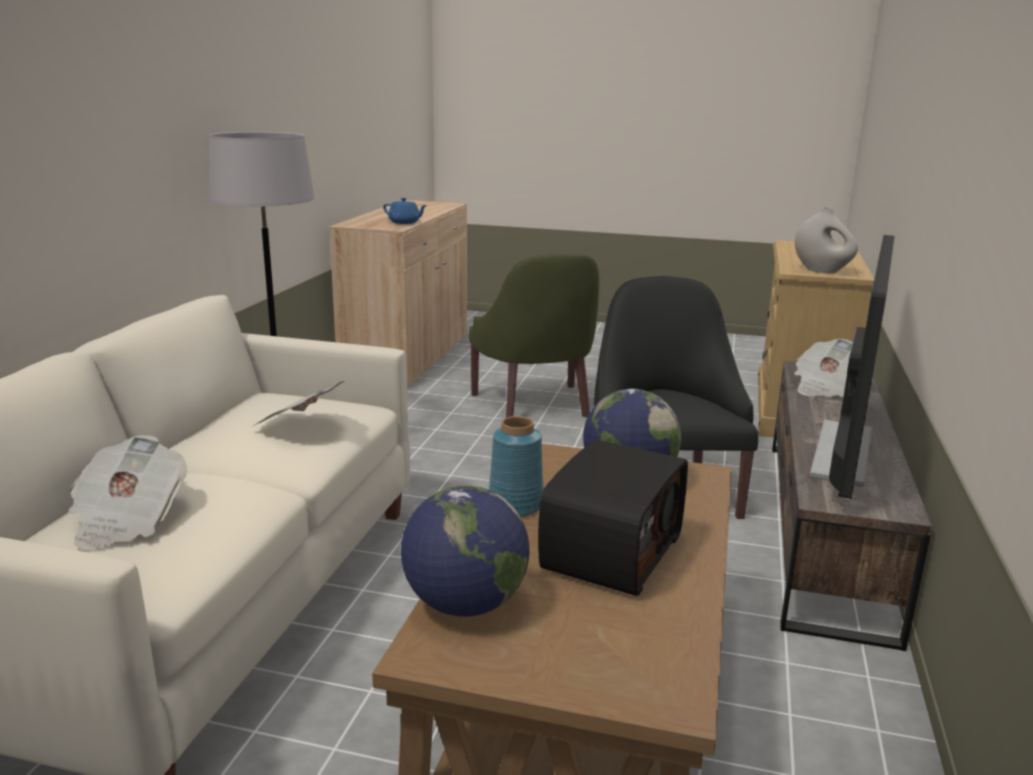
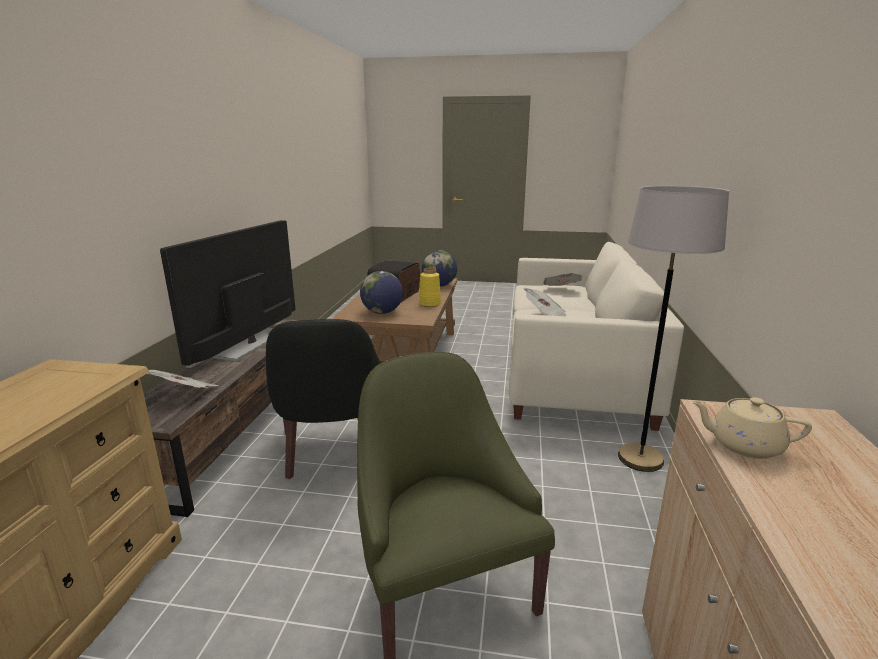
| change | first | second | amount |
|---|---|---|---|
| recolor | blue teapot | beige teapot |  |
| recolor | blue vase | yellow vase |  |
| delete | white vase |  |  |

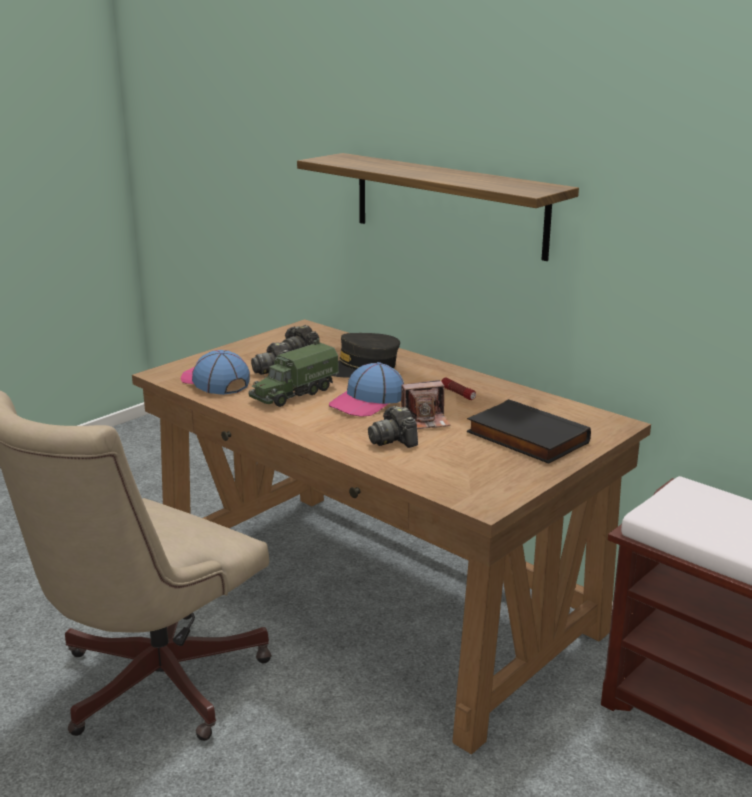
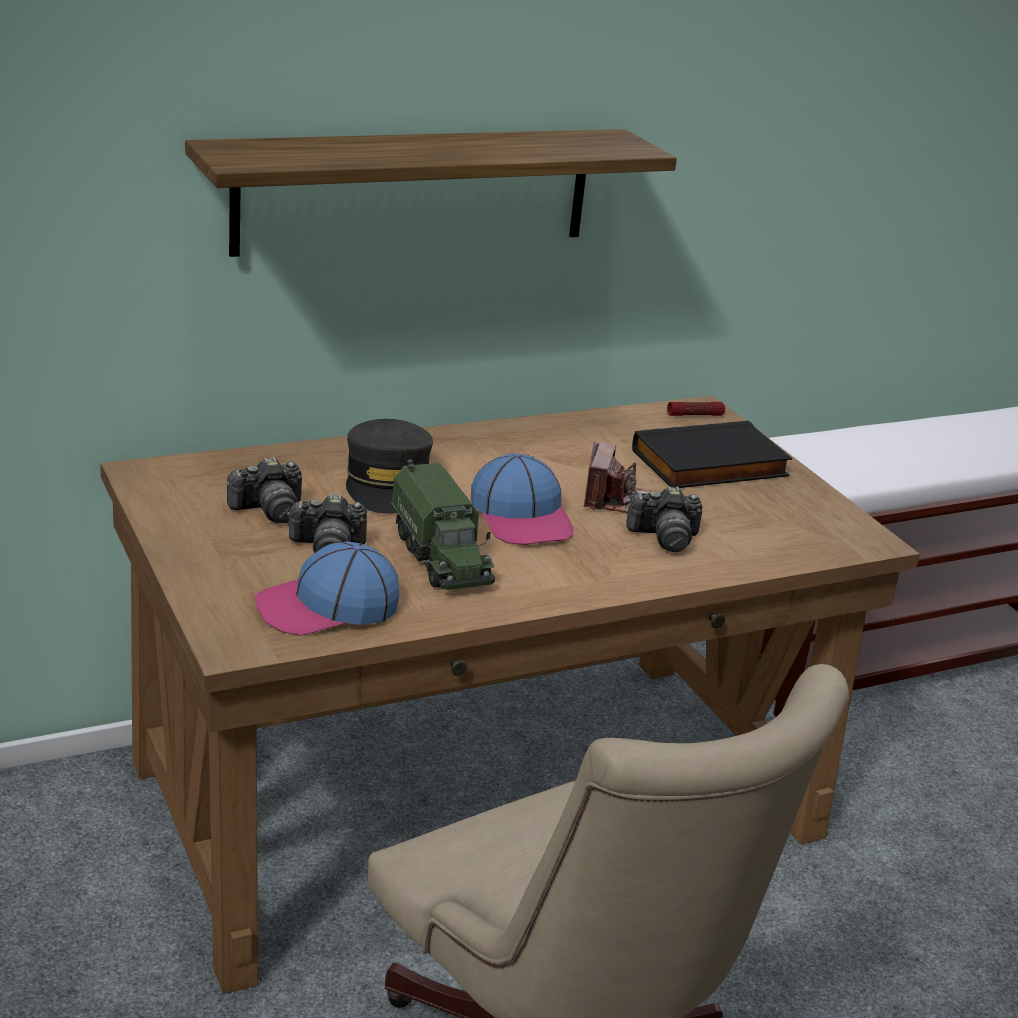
| change | first | second | amount |
|---|---|---|---|
| move | flashlight |  |  |

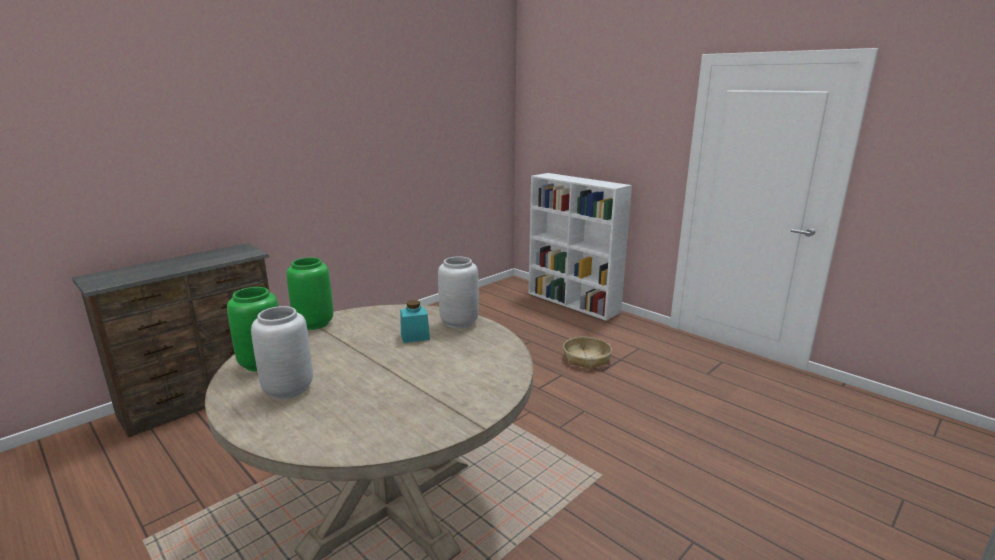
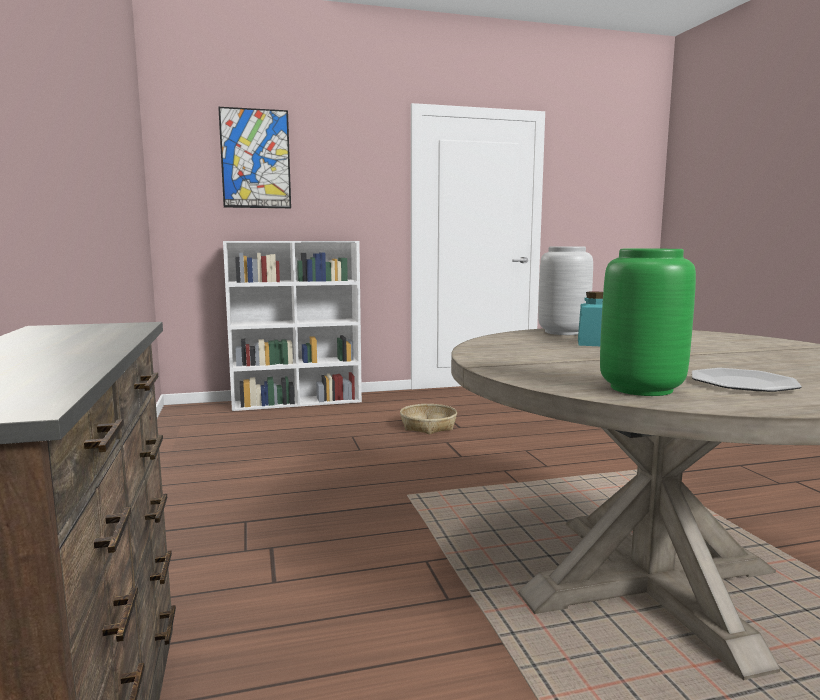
| change | first | second | amount |
|---|---|---|---|
| replace | grey vase (1st from left) | plate |  |
| delete | green vase (2nd from left) |  |  |
| insert |  | picture |  |

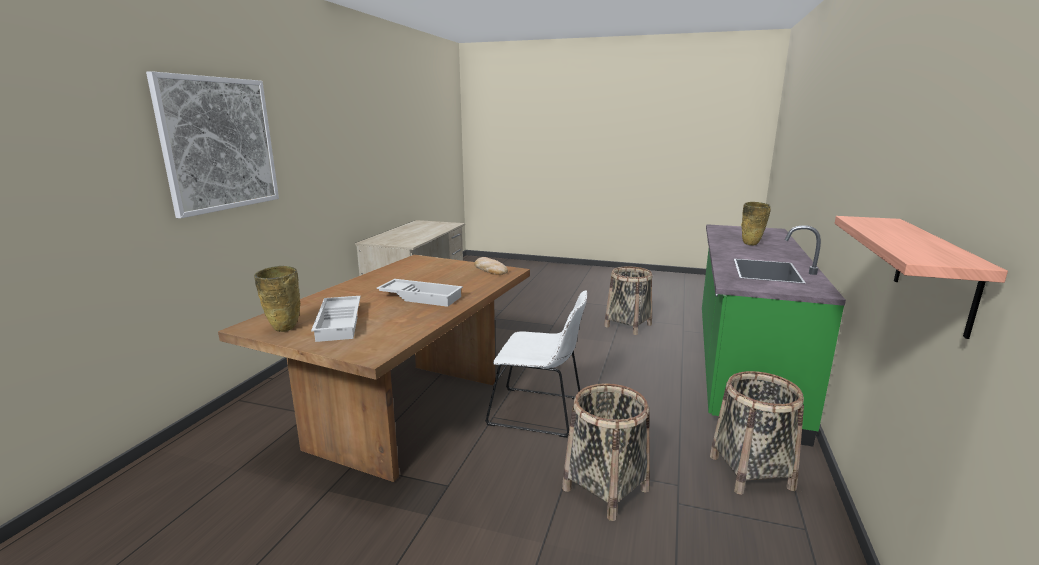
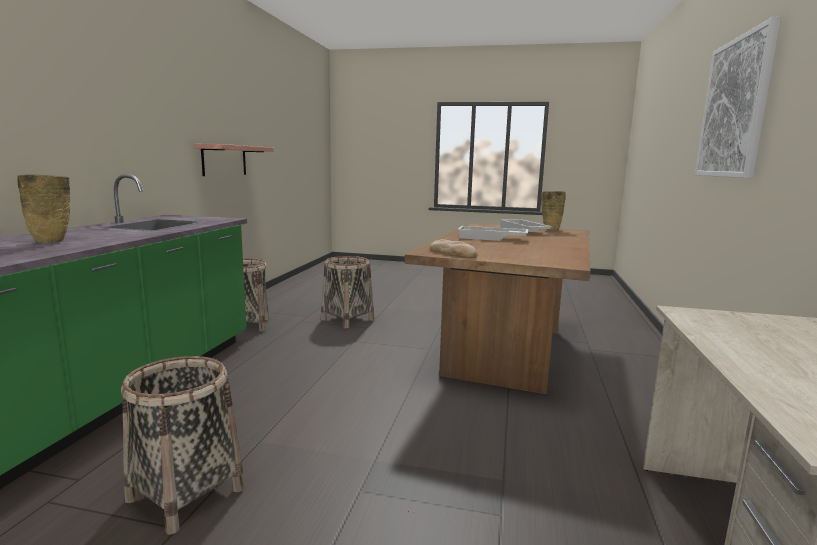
| change | first | second | amount |
|---|---|---|---|
| delete | white chair |  |  |

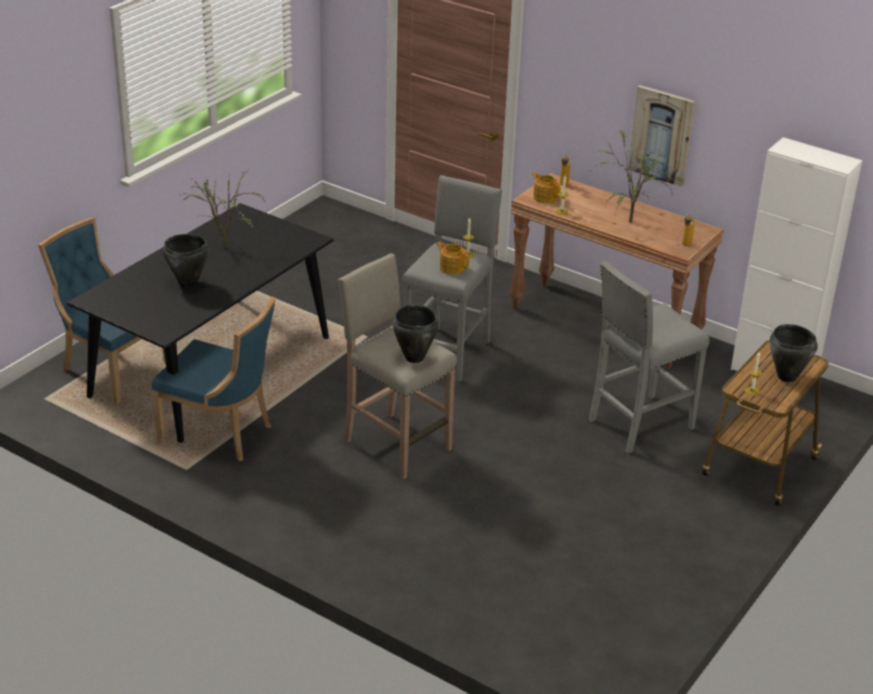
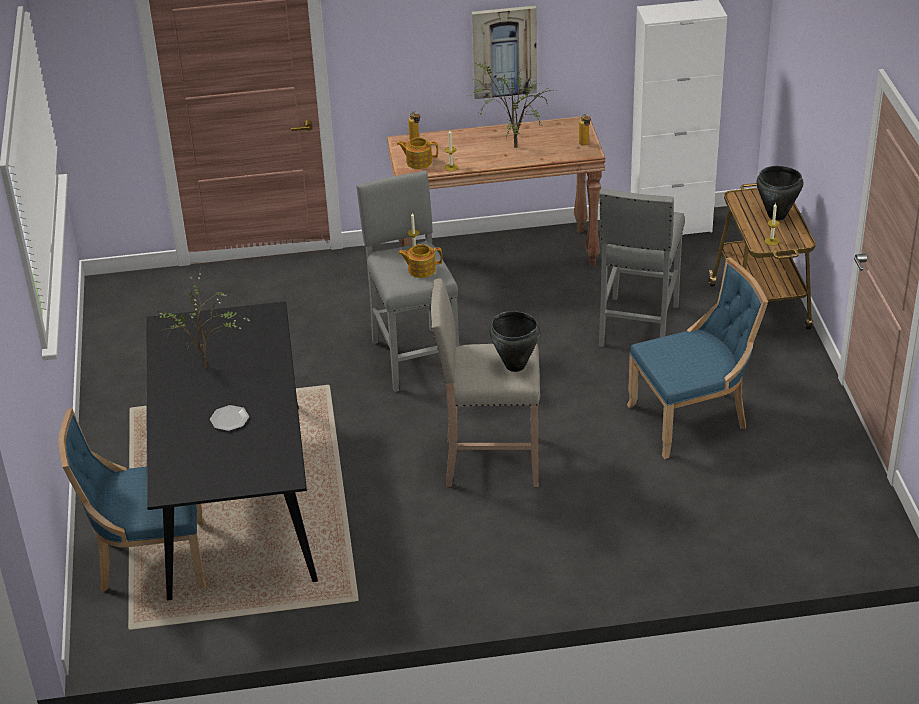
| change | first | second | amount |
|---|---|---|---|
| move | blue chair (2nd from left) |  |  |
| replace | black cooking pot (1st from left) | plate |  |

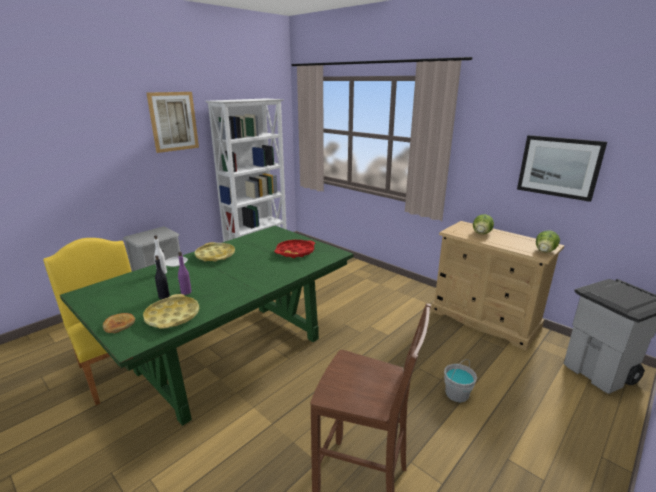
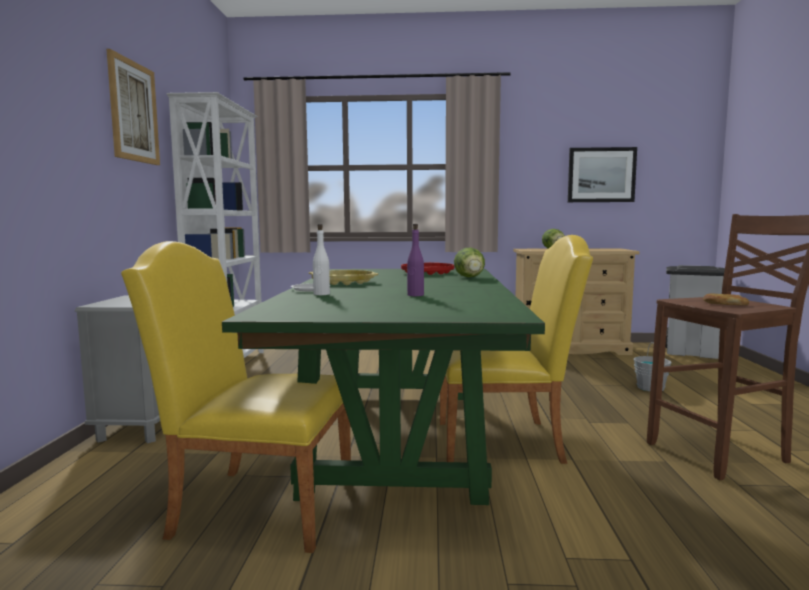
| change | first | second | amount |
|---|---|---|---|
| move | bread |  |  |
| delete | yellow tray (1st from left) |  |  |
| delete | black bottle |  |  |
| move | lettuce (2nd from left in the first image) | lettuce (1st from left) |  |
| insert |  | yellow chair (2nd from left) |  |

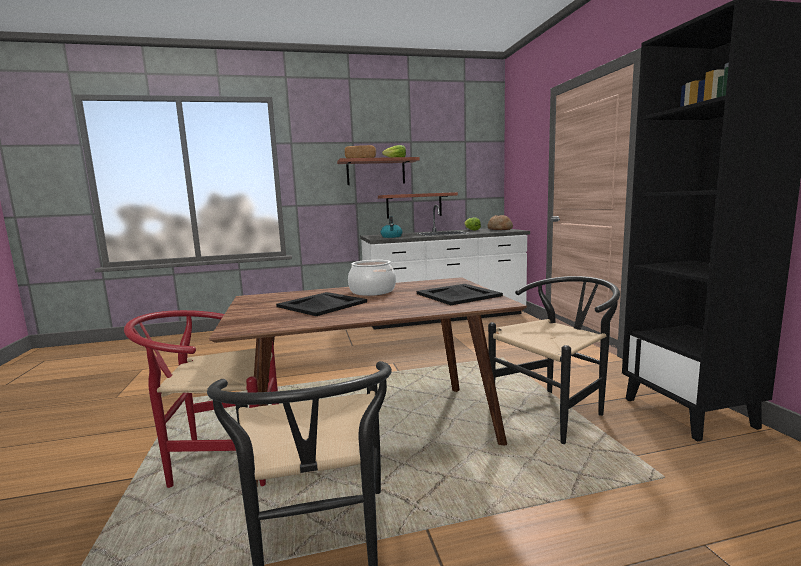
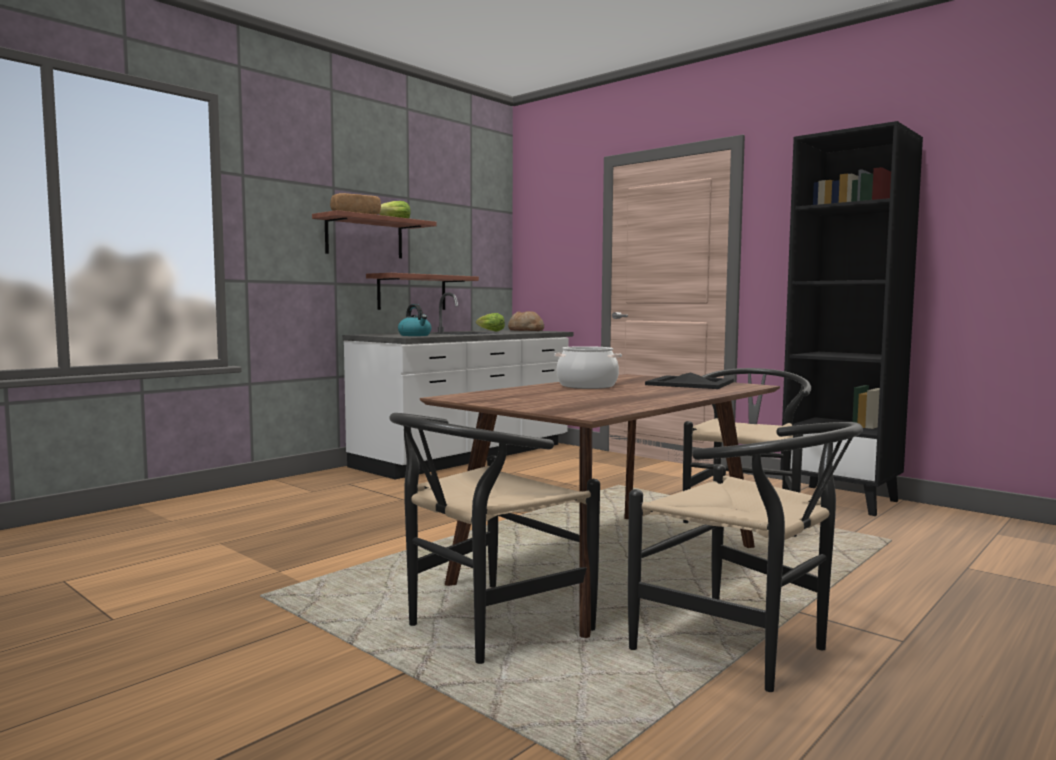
| change | first | second | amount |
|---|---|---|---|
| recolor | red chair | black chair (1st from left) |  |
| delete | black tray (1st from left) |  |  |

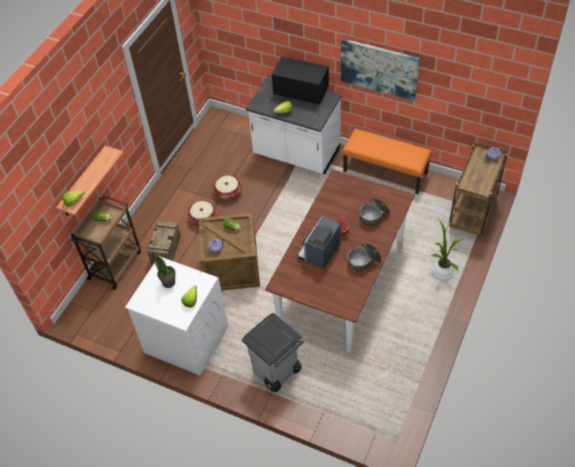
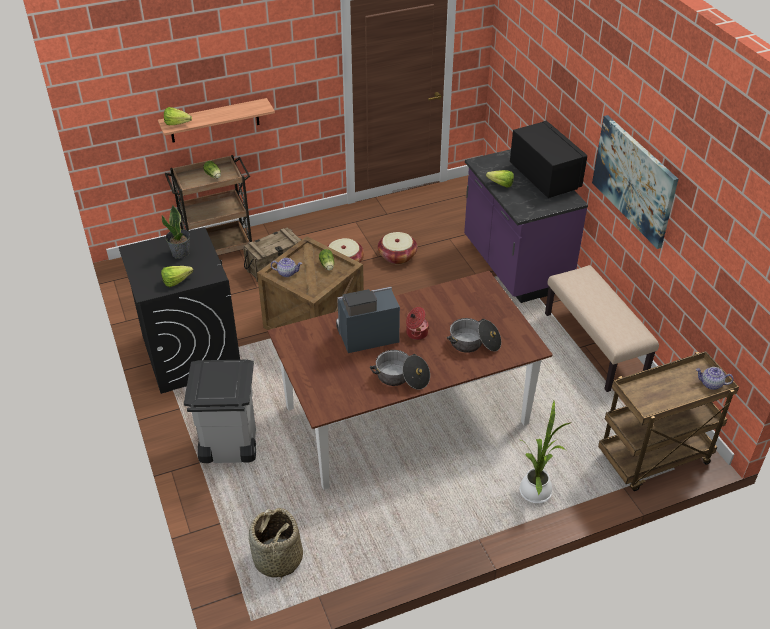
| change | first | second | amount |
|---|---|---|---|
| recolor | white washing machine | black washing machine |  |
| recolor | white counter | purple counter |  |
| recolor | orange bench | beige bench |  |
| insert |  | basket (1st from left) |  |

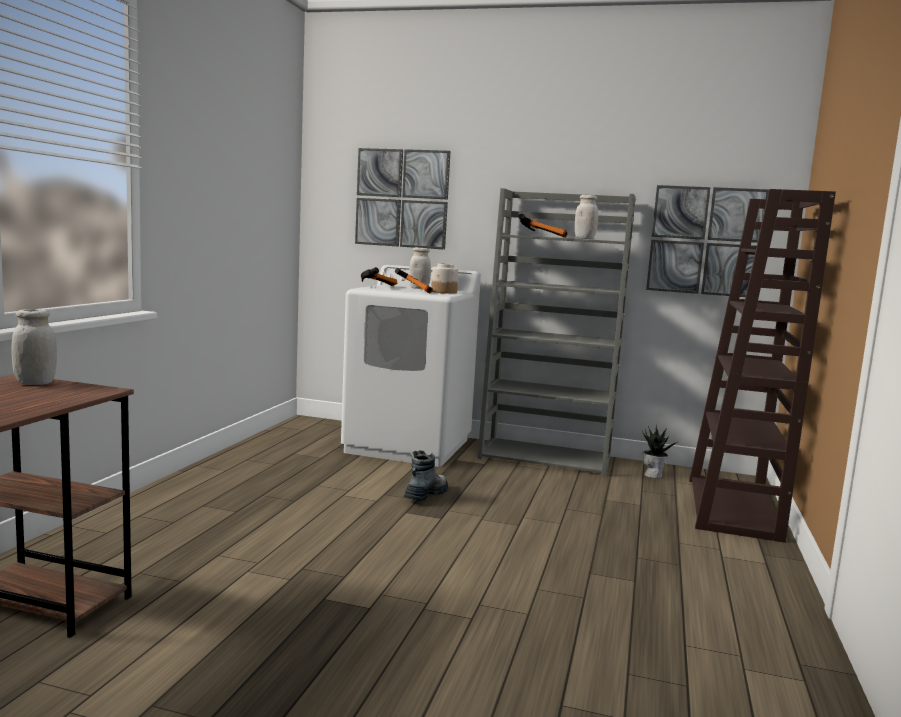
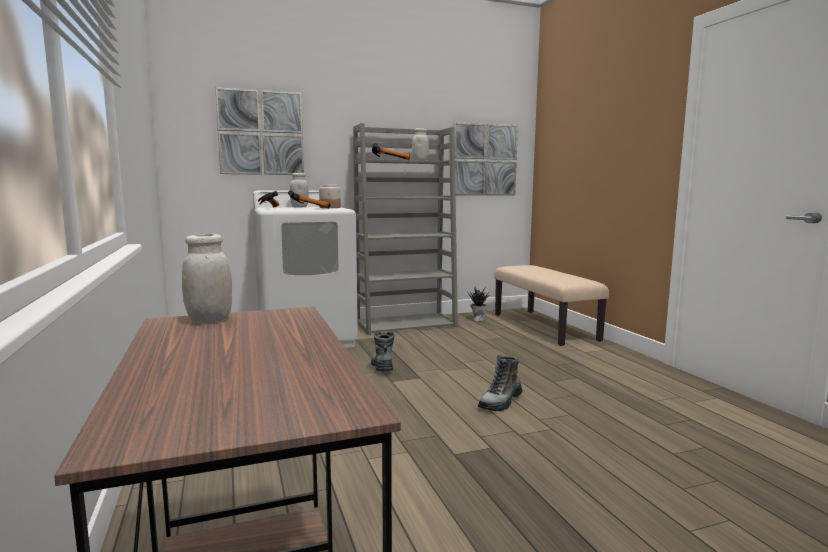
| change | first | second | amount |
|---|---|---|---|
| replace | brown bookcase | beige bench |  |
| insert |  | boot (2nd from left) |  |

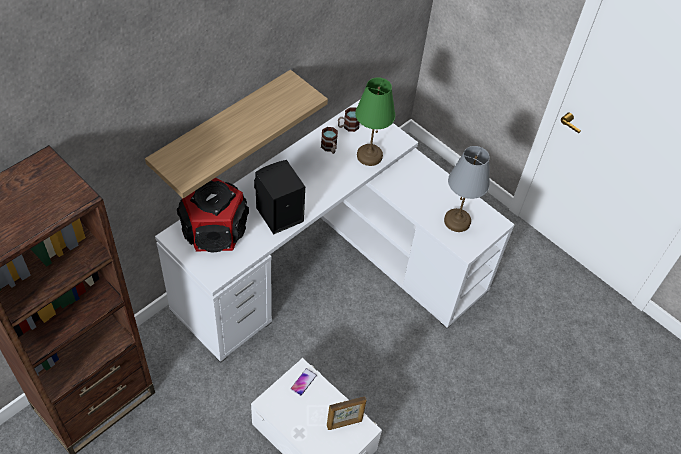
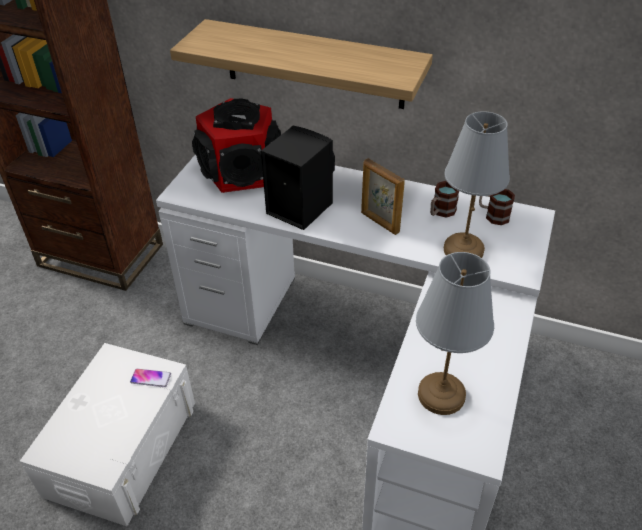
| change | first | second | amount |
|---|---|---|---|
| move | picture frame |  |  |
| recolor | green table lamp | grey table lamp (2nd from left) |  |

